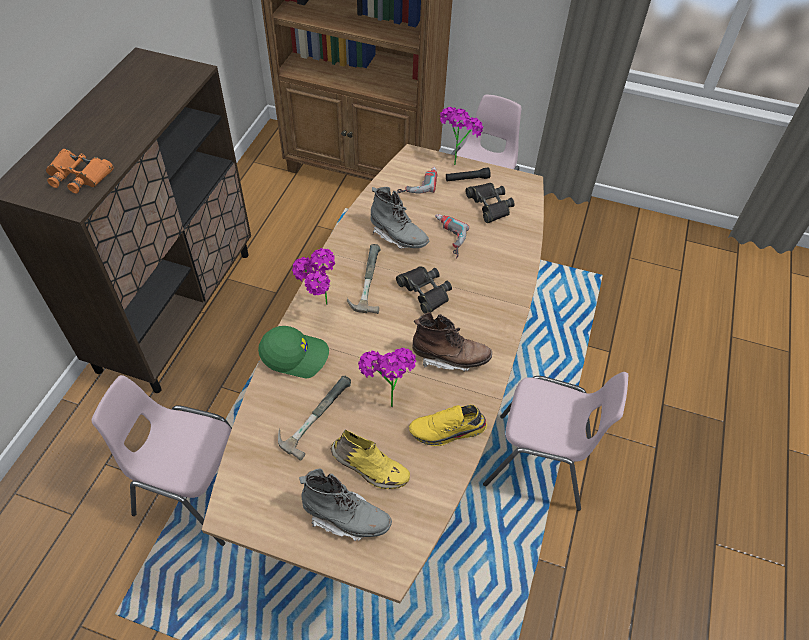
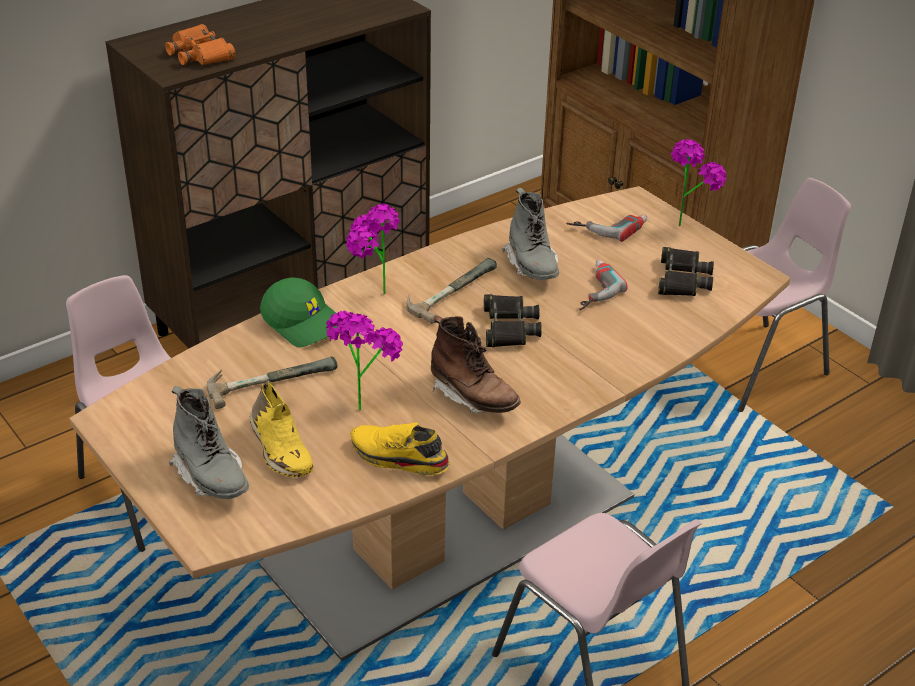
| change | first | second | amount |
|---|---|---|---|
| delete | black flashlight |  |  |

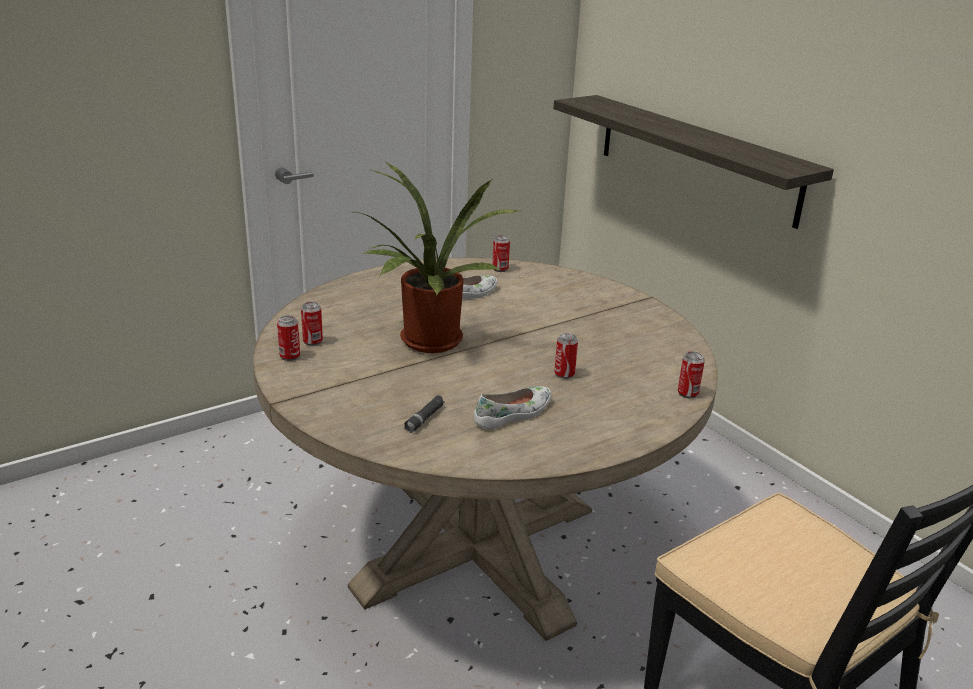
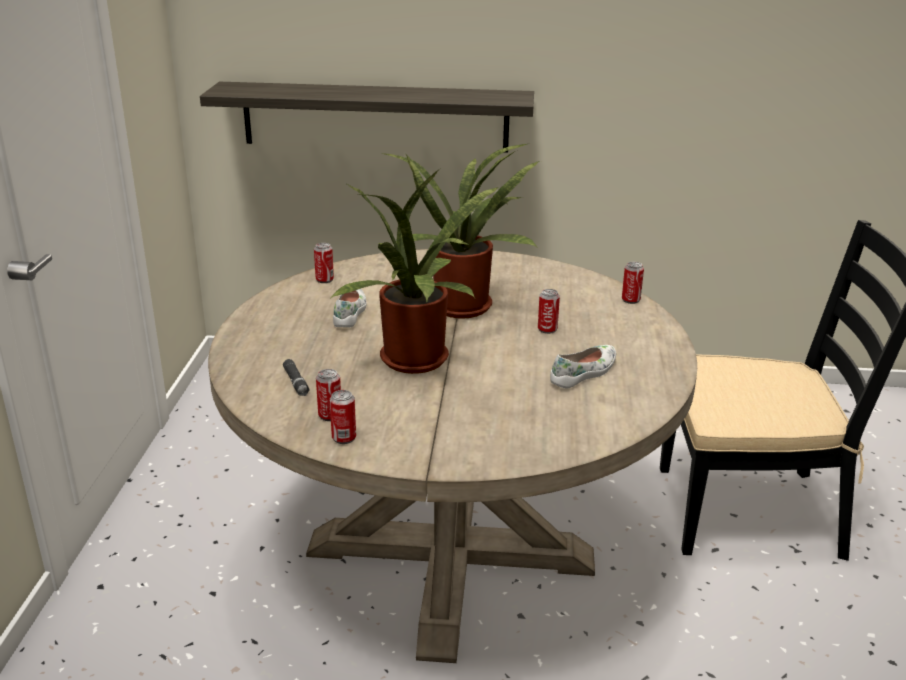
| change | first | second | amount |
|---|---|---|---|
| move | black flashlight |  |  |
| rotate | white shoe (2nd from left) |  | 45 degrees clockwise |
| insert |  | potted plant (2nd from left) |  |

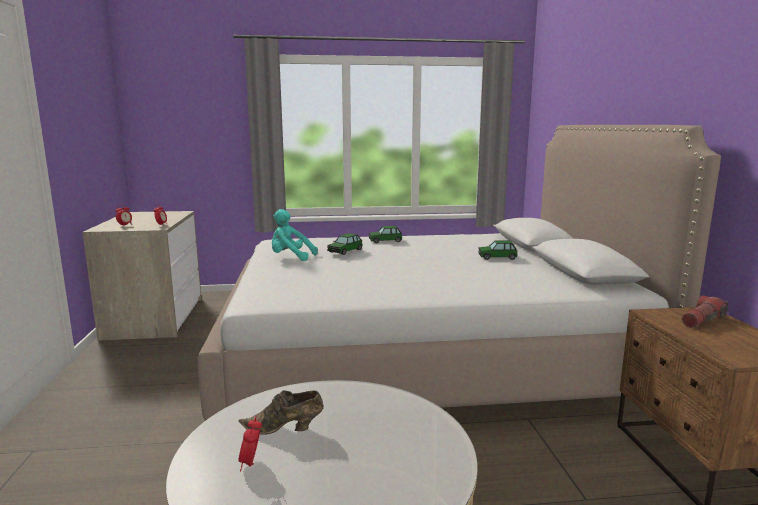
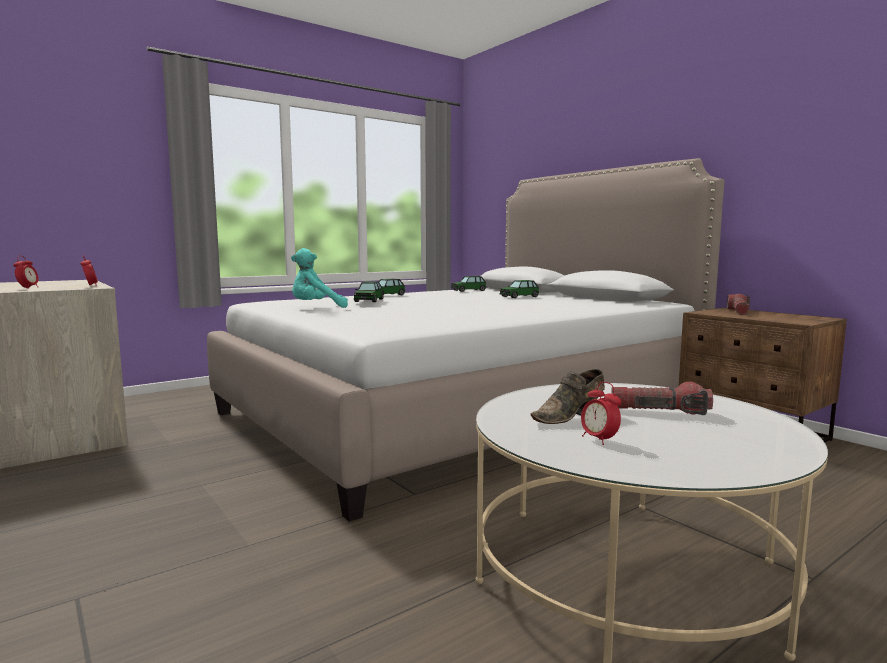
| change | first | second | amount |
|---|---|---|---|
| insert |  | toy car (3rd from left) |  |
| insert |  | flashlight (1st from left) |  |

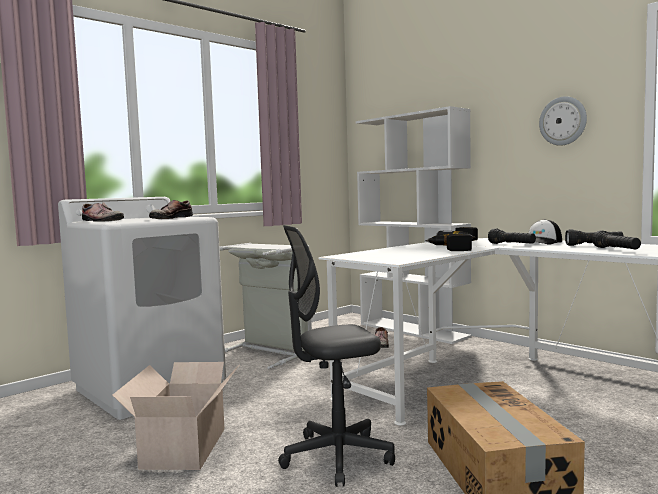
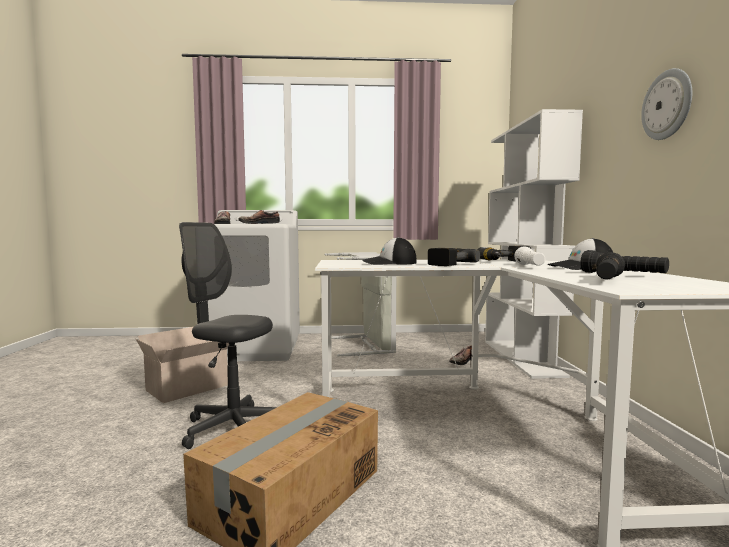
| change | first | second | amount |
|---|---|---|---|
| recolor | black flashlight (1st from left) | white flashlight |  |
| insert |  | cap (1st from left) |  |

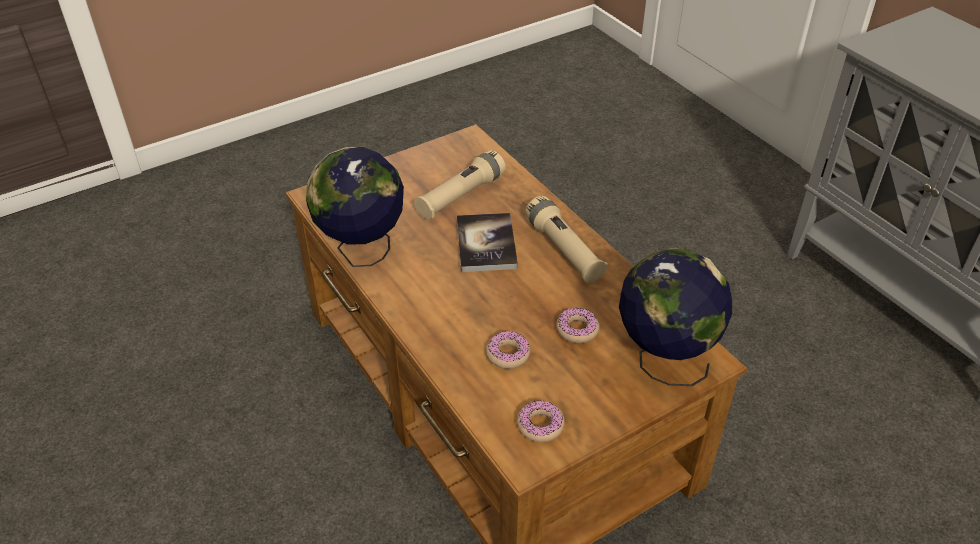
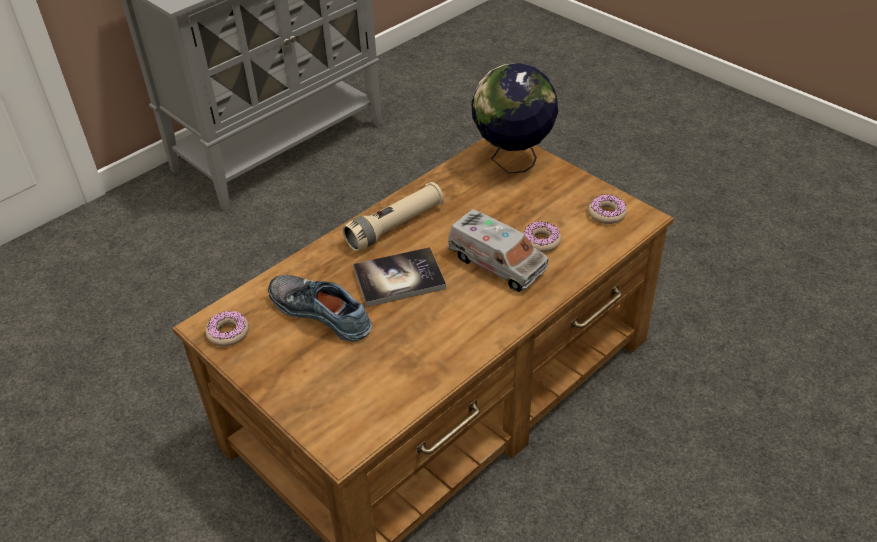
| change | first | second | amount |
|---|---|---|---|
| delete | globe (1st from left) |  |  |
| replace | beige flashlight (1st from left) | shoe |  |
| move | donut (3rd from left in the first image) | donut (1st from left) |  |
| insert |  | toy truck |  |

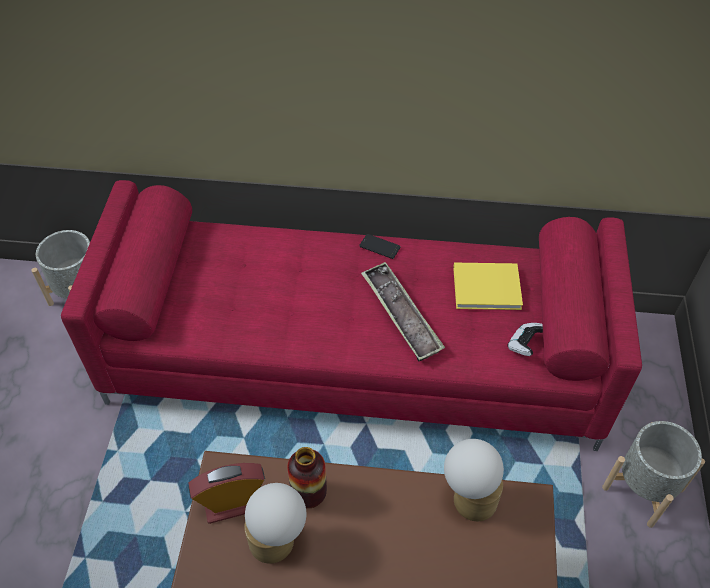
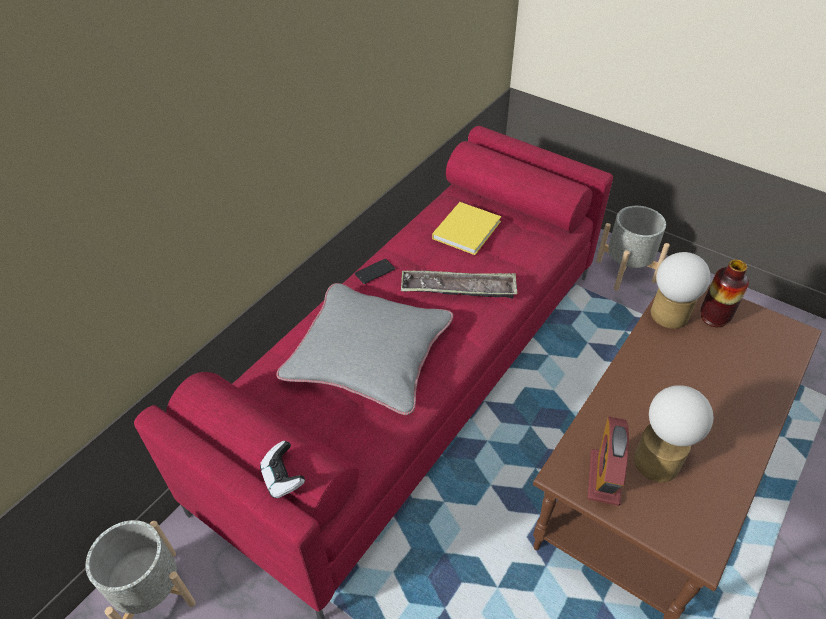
| change | first | second | amount |
|---|---|---|---|
| move | vase |  |  |
| move | game controller |  |  |
| insert |  | grey pillow |  |

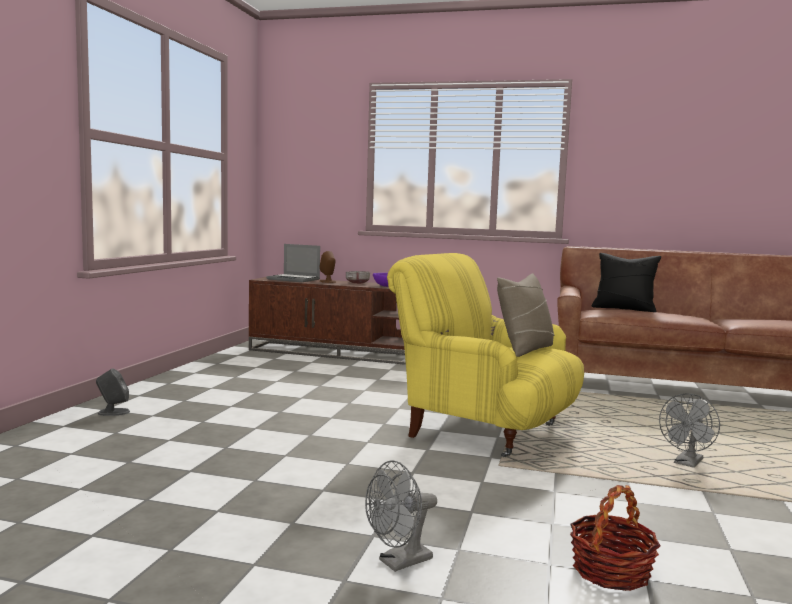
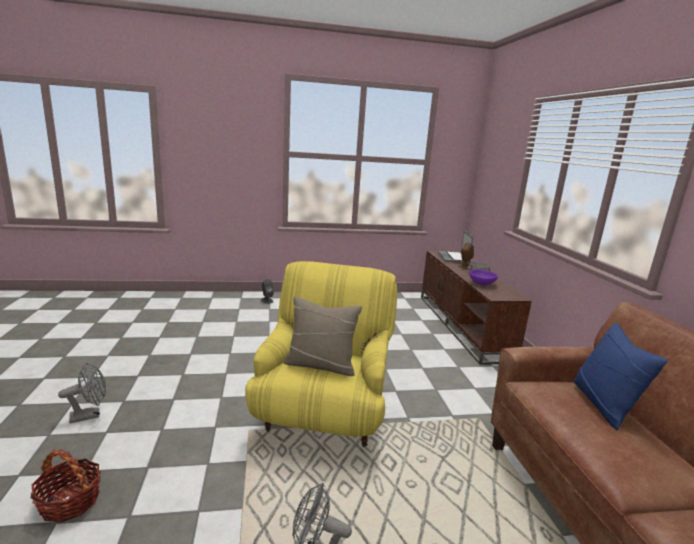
| change | first | second | amount |
|---|---|---|---|
| rotate | grey fan (1st from left) |  | 120 degrees clockwise |
| recolor | black pillow | blue pillow |  |

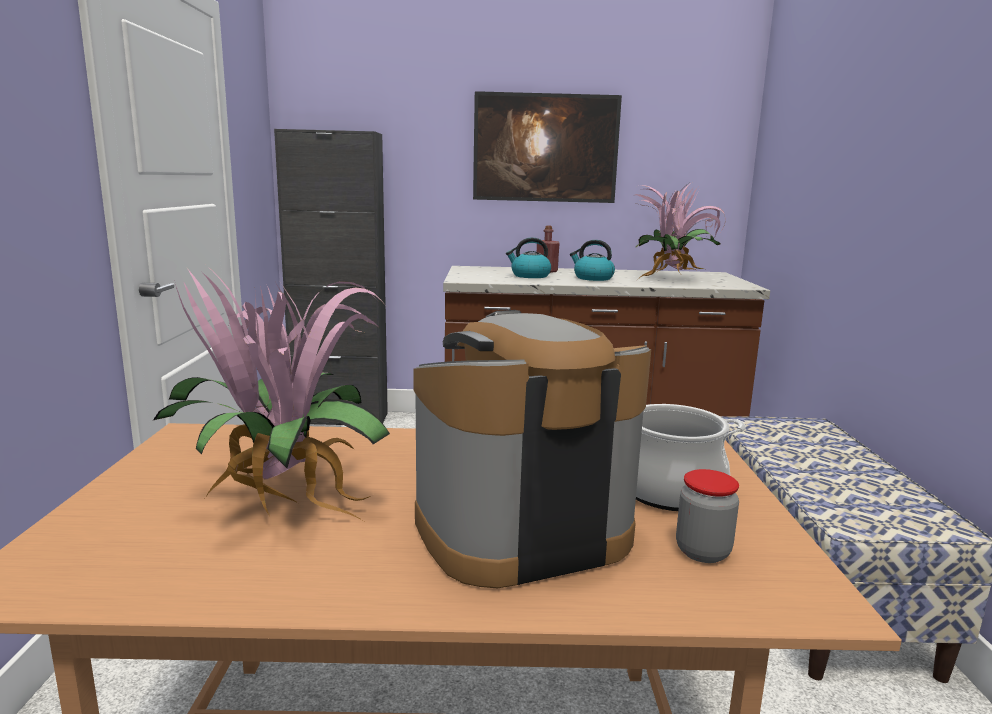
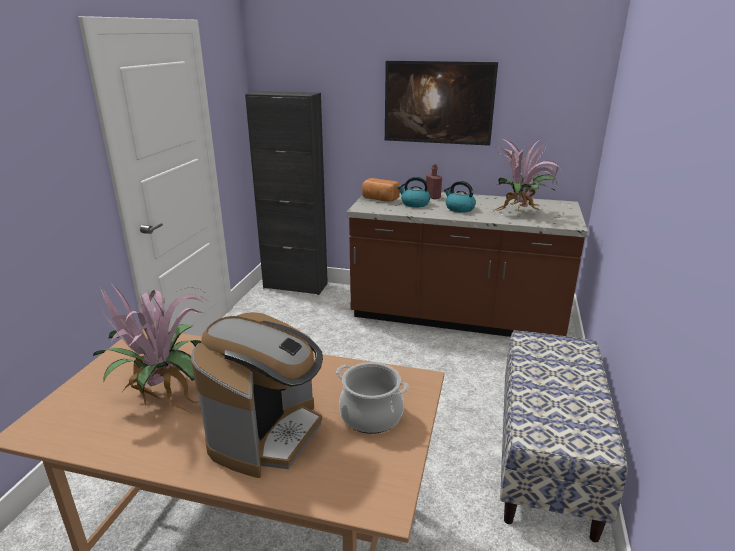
| change | first | second | amount |
|---|---|---|---|
| rotate | coffee machine |  | 120 degrees clockwise |
| delete | jar |  |  |
| insert |  | bread |  |

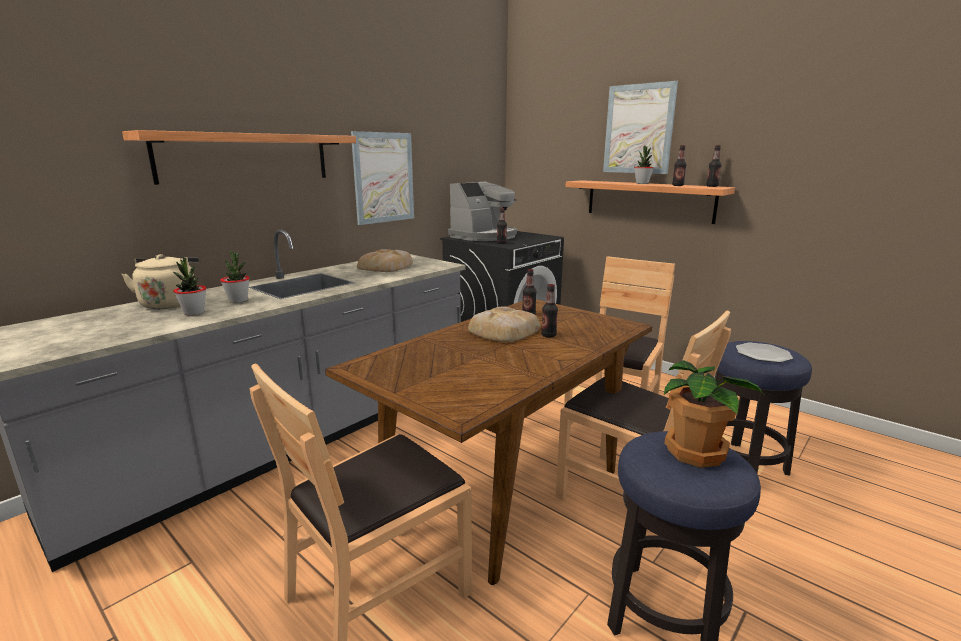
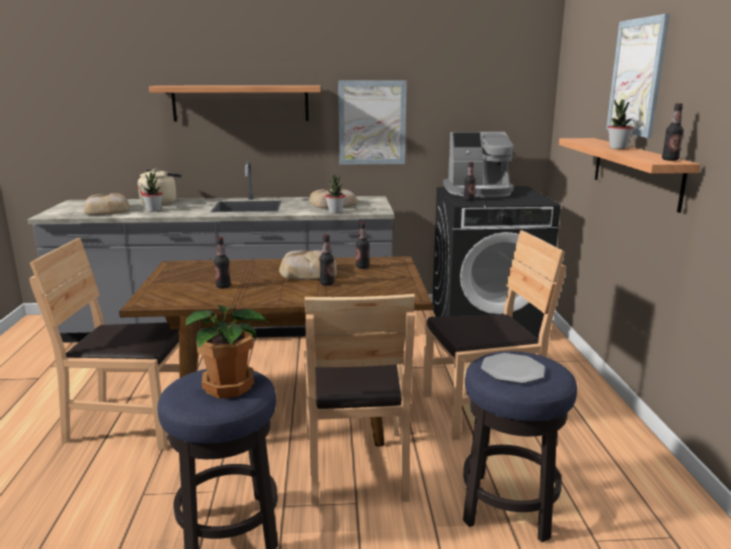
| change | first | second | amount |
|---|---|---|---|
| move | potted plant (2nd from left in the first image) | potted plant (3rd from left) |  |
| move | bottle (4th from left in the first image) | bottle (1st from left) |  |
| insert |  | bread (1st from left) |  |

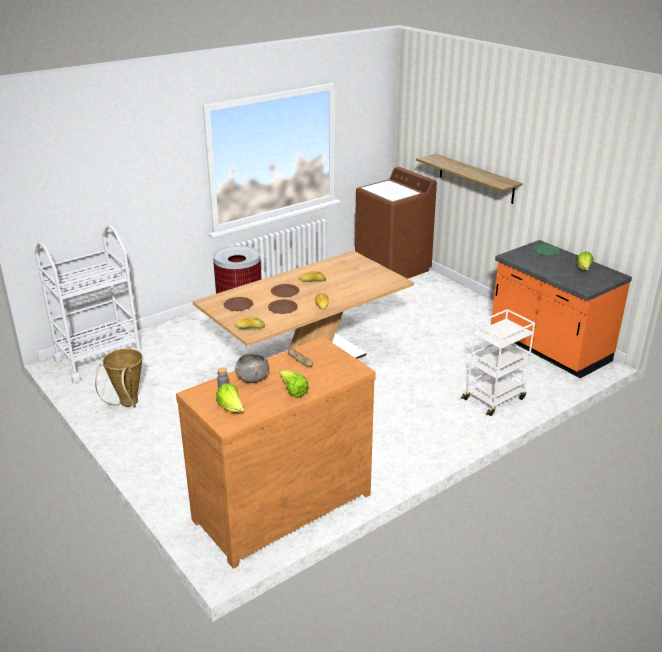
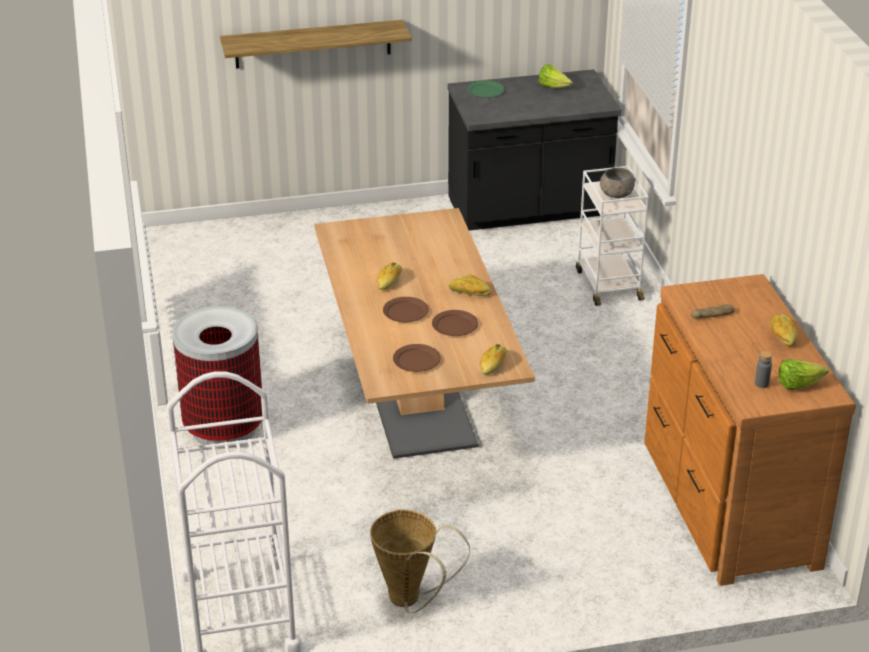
| change | first | second | amount |
|---|---|---|---|
| move | grey bowl |  |  |
| replace | lettuce (2nd from left) | bread (5th from left) |  |
| delete | brown washing machine |  |  |
| recolor | orange counter | black counter |  |

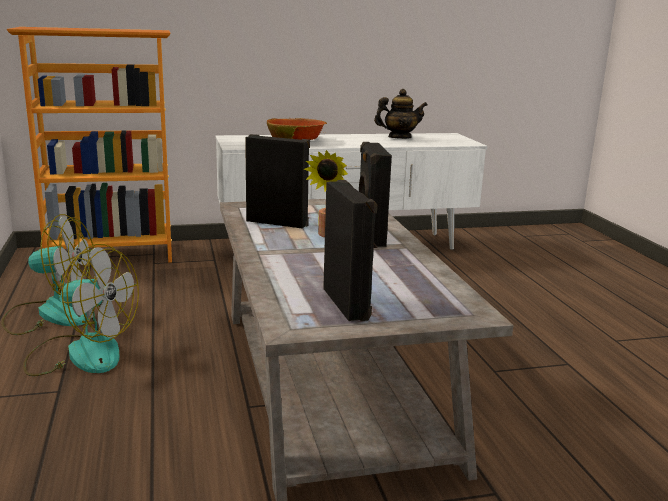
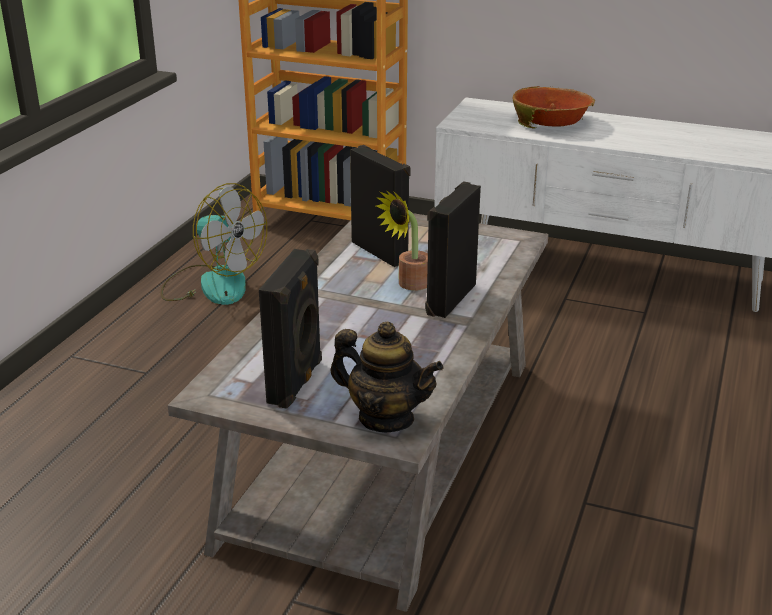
| change | first | second | amount |
|---|---|---|---|
| delete | fan (2nd from left) |  |  |
| move | teapot |  |  |

